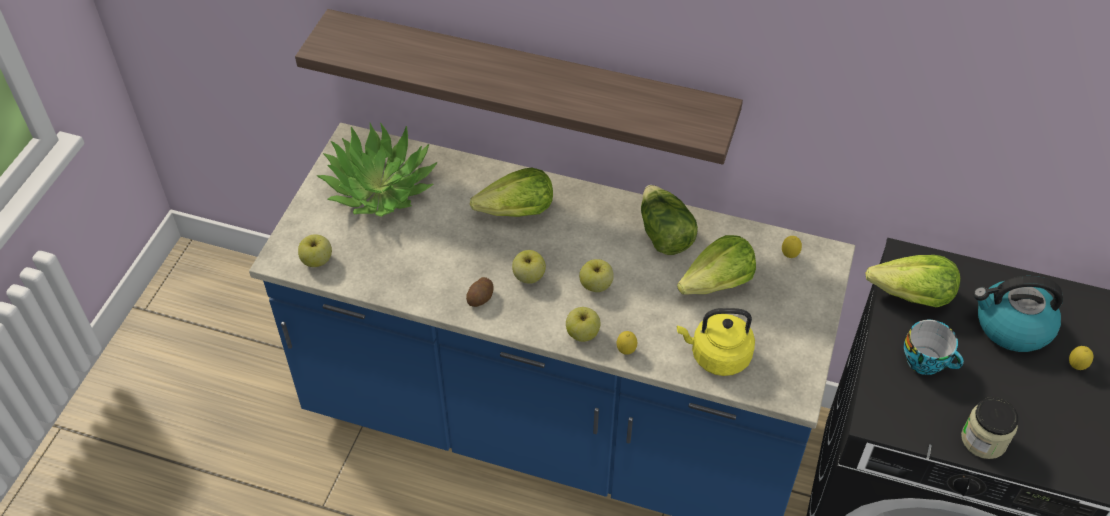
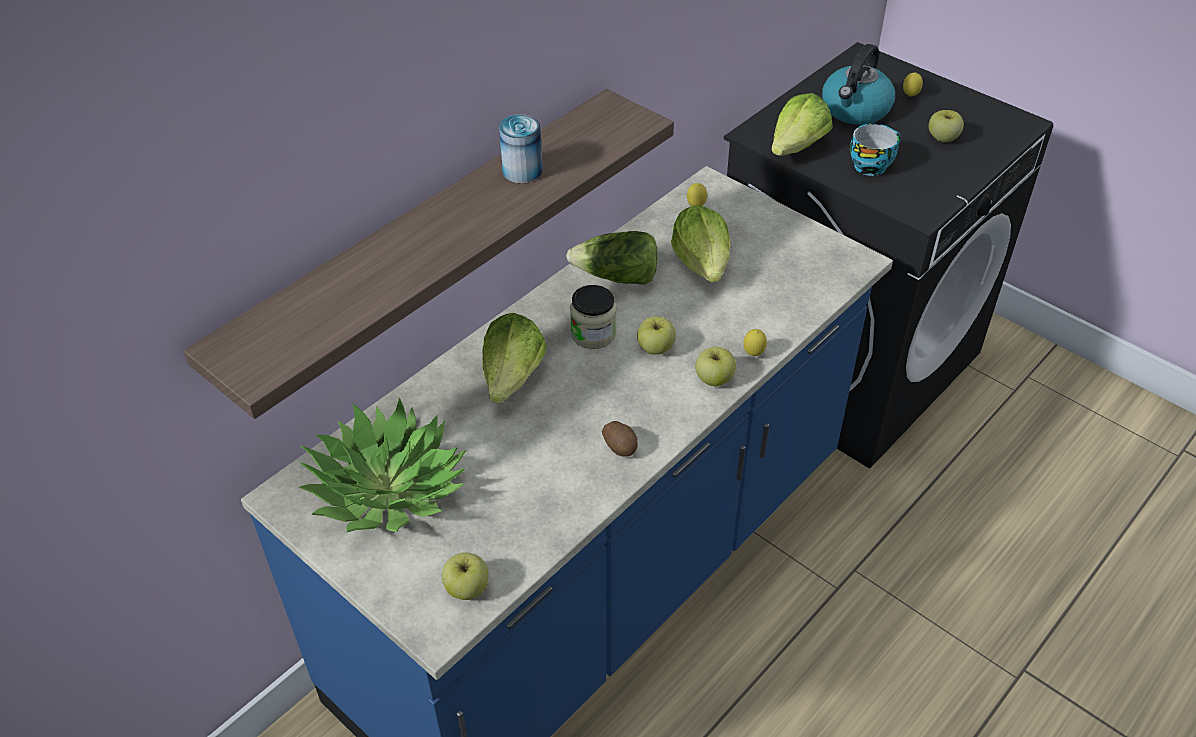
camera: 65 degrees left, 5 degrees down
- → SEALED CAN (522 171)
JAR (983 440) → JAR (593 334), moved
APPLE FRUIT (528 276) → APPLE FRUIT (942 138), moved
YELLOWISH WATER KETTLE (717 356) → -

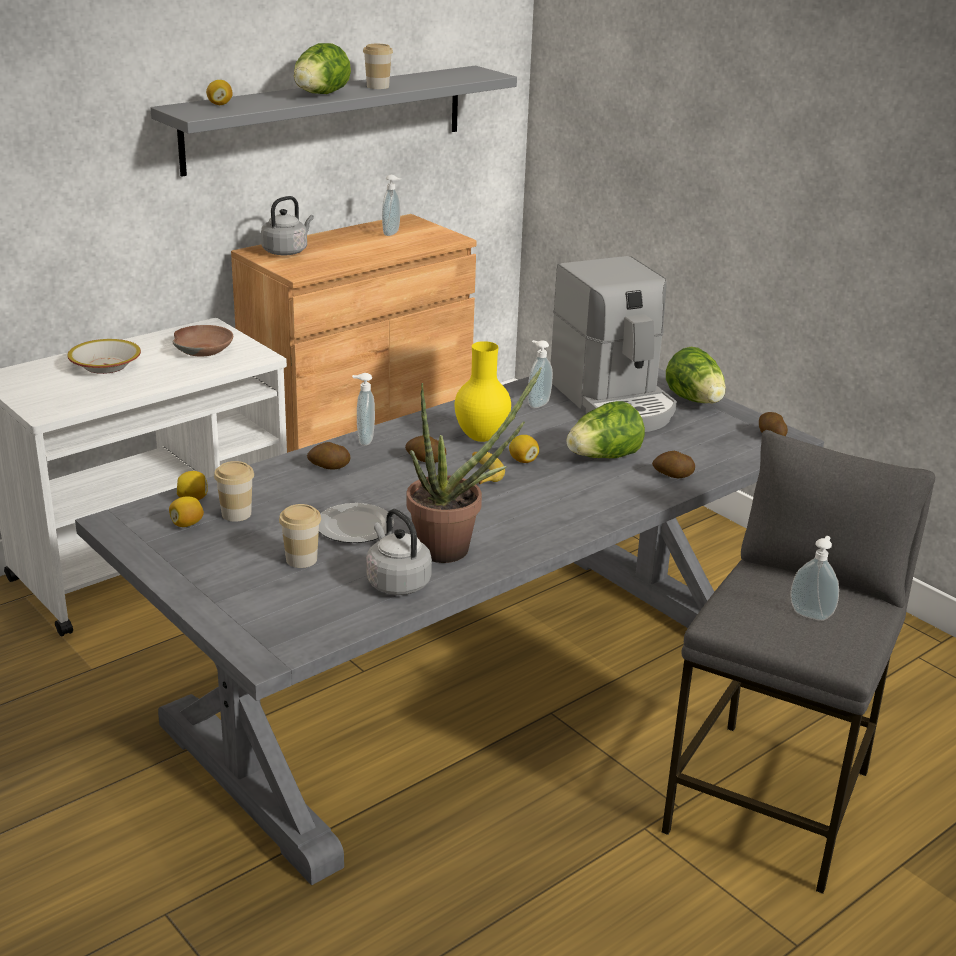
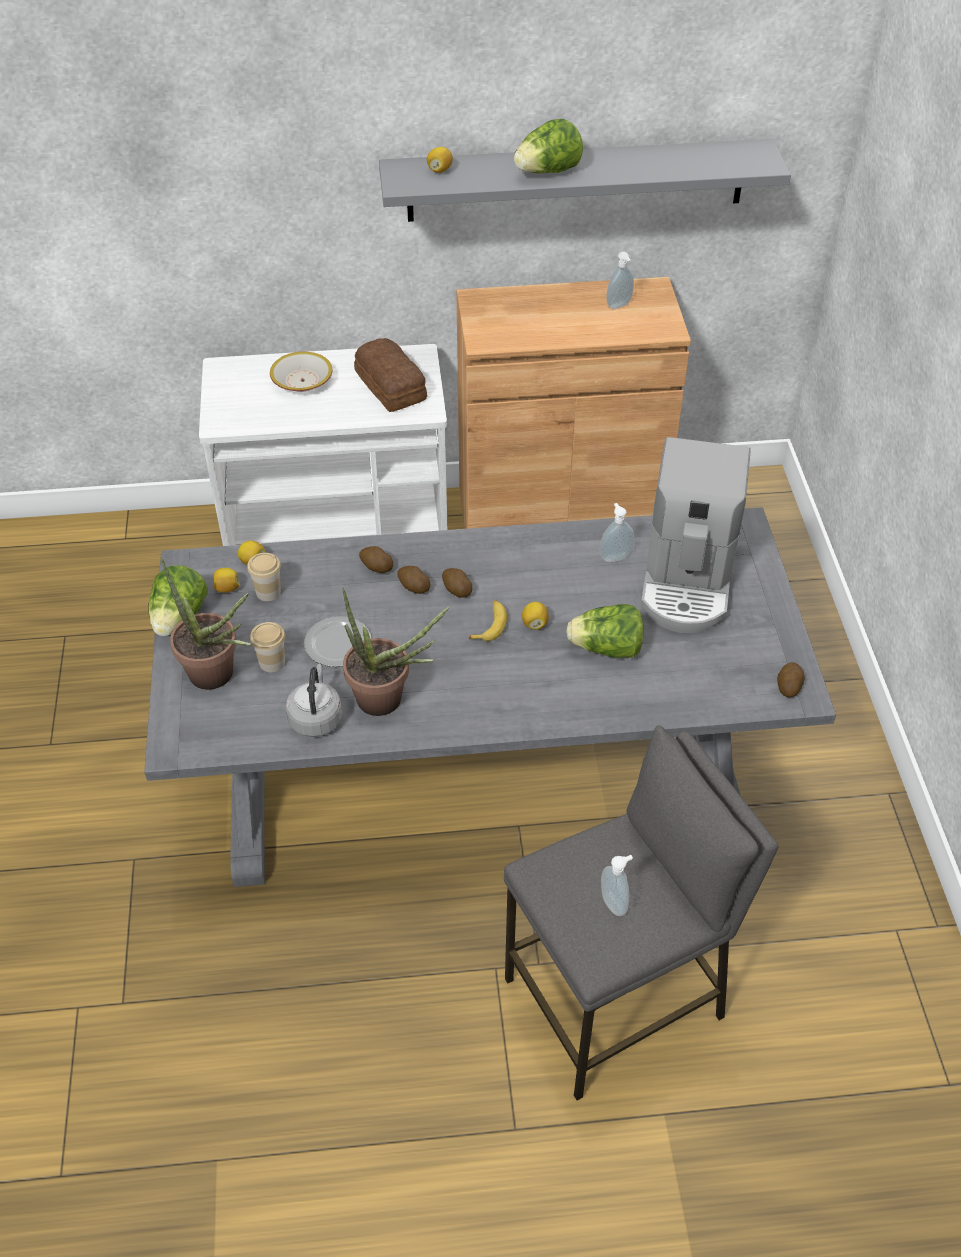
camera: 35 degrees right, 20 degrees up
LETTUCE HEAD (695 401) → LETTUCE HEAD (179 618), moved
- → HOUSEPLANT (218 678)
BROWN DEEP DISH (203 349) → BREAD (391 385)
SPUD (672 476) → SPUD (413 587), moved
GREYISH WATER KETTLE (287 251) → -
LIQUID SOAP BOTTLE (364 440) → -
CUP (378 86) → -
YELLOWISH VASE (481 437) → -

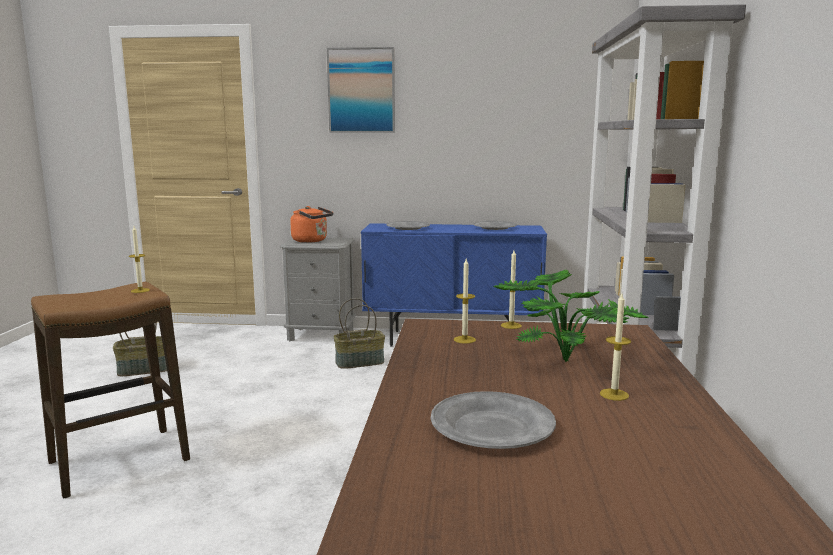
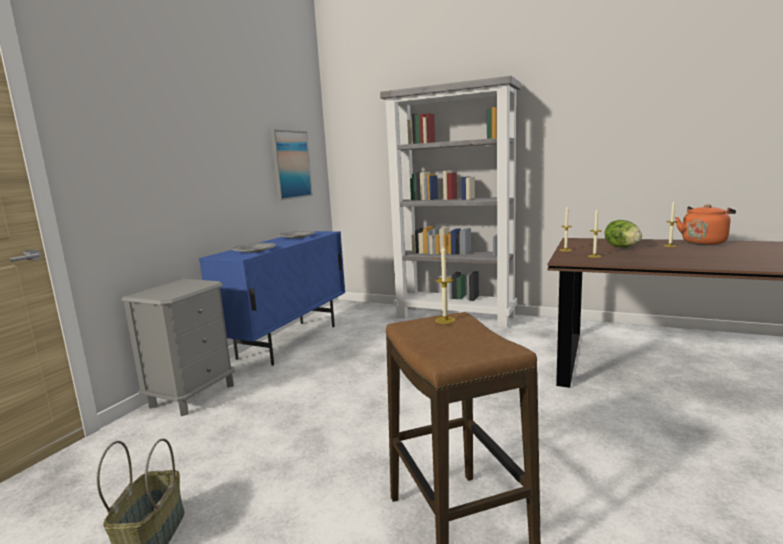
camera: 70 degrees left, 0 degrees up
WALL ART (361 91) → WALL ART (291 165), moved
HOUSEPLANT (564 358) → LETTUCE HEAD (622 247)
ORANGE-COLOURED WATER KETTLE (311 241) → ORANGE-COLOURED WATER KETTLE (704 242), moved
STORAGE BASKET (360 362) → -
GREYISH PLATE (491 427) → -

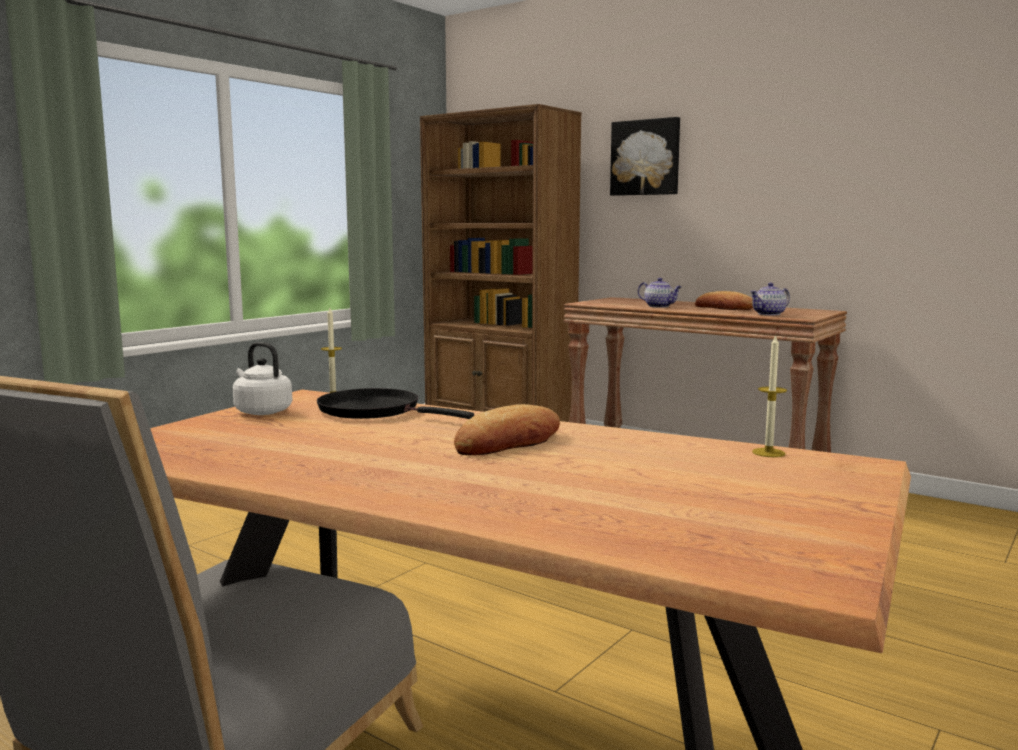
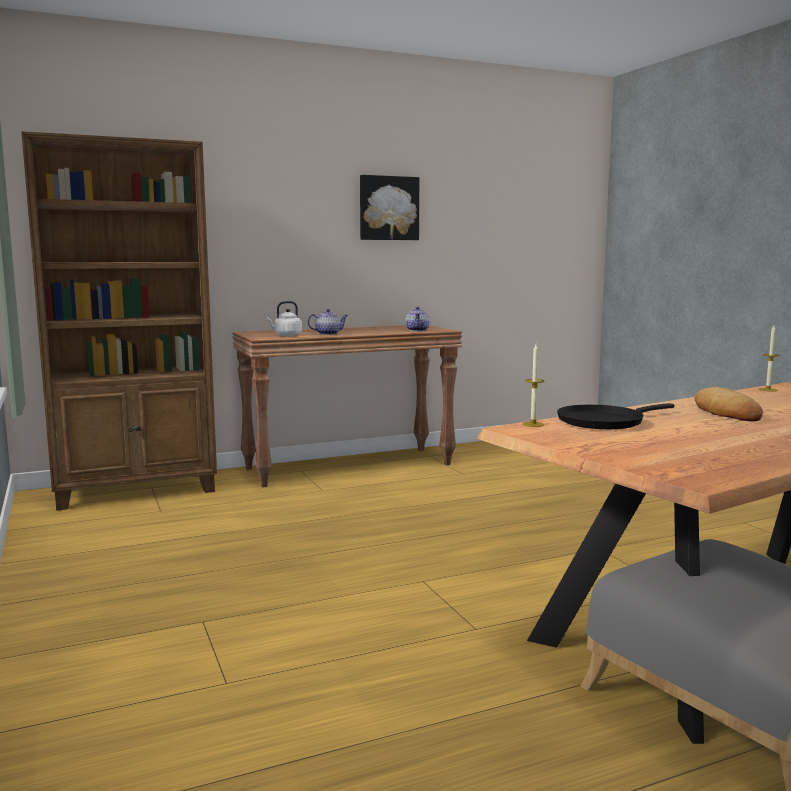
camera: 60 degrees left, 0 degrees up
WHITE-COLOURED WATER KETTLE (261 411) → WHITE-COLOURED WATER KETTLE (286 335), moved
WALL ART (646 157) → WALL ART (388 208), moved
BREAD (724 308) → -

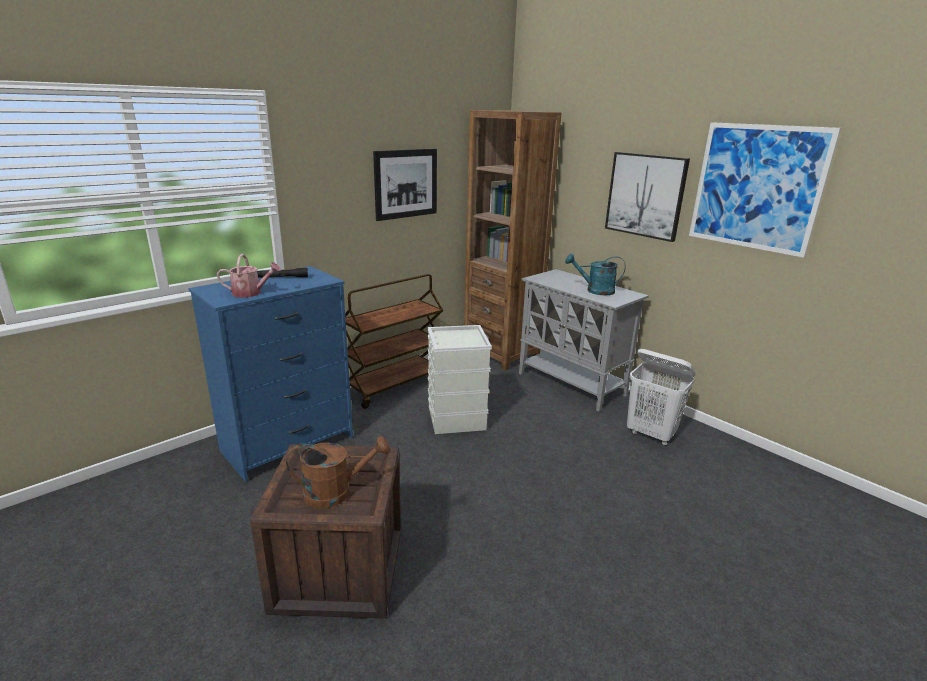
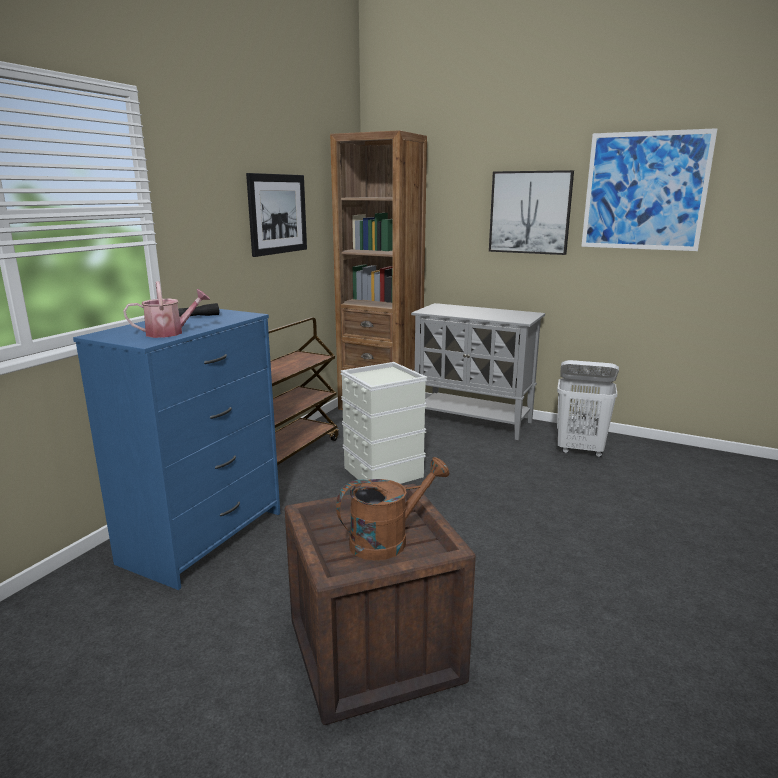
camera: 20 degrees left, 5 degrees down
TURQUOISE-COLOURED WATERING CAN (595 290) → -

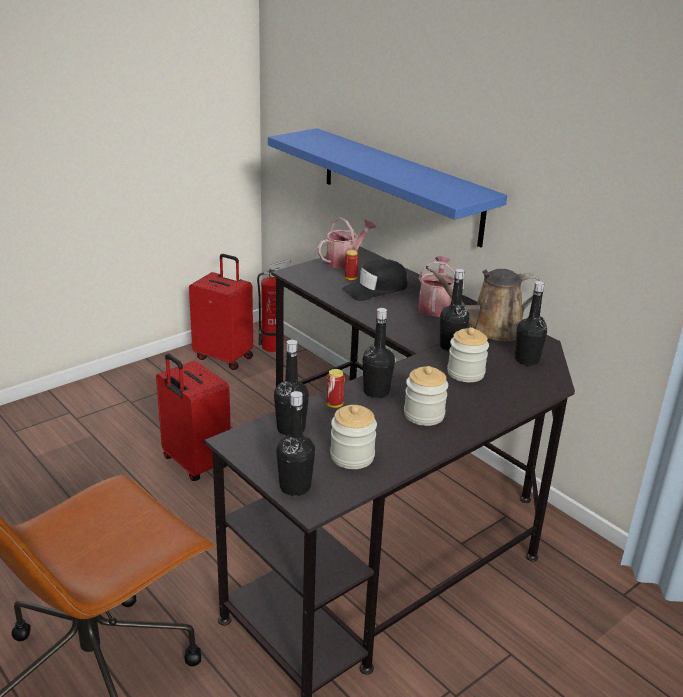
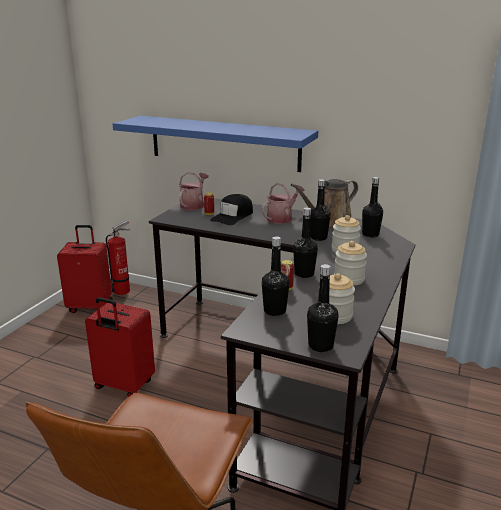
camera: 25 degrees left, 5 degrees down
WATERING CAN (435 306) → WATERING CAN (282 218), 60 degrees clockwise

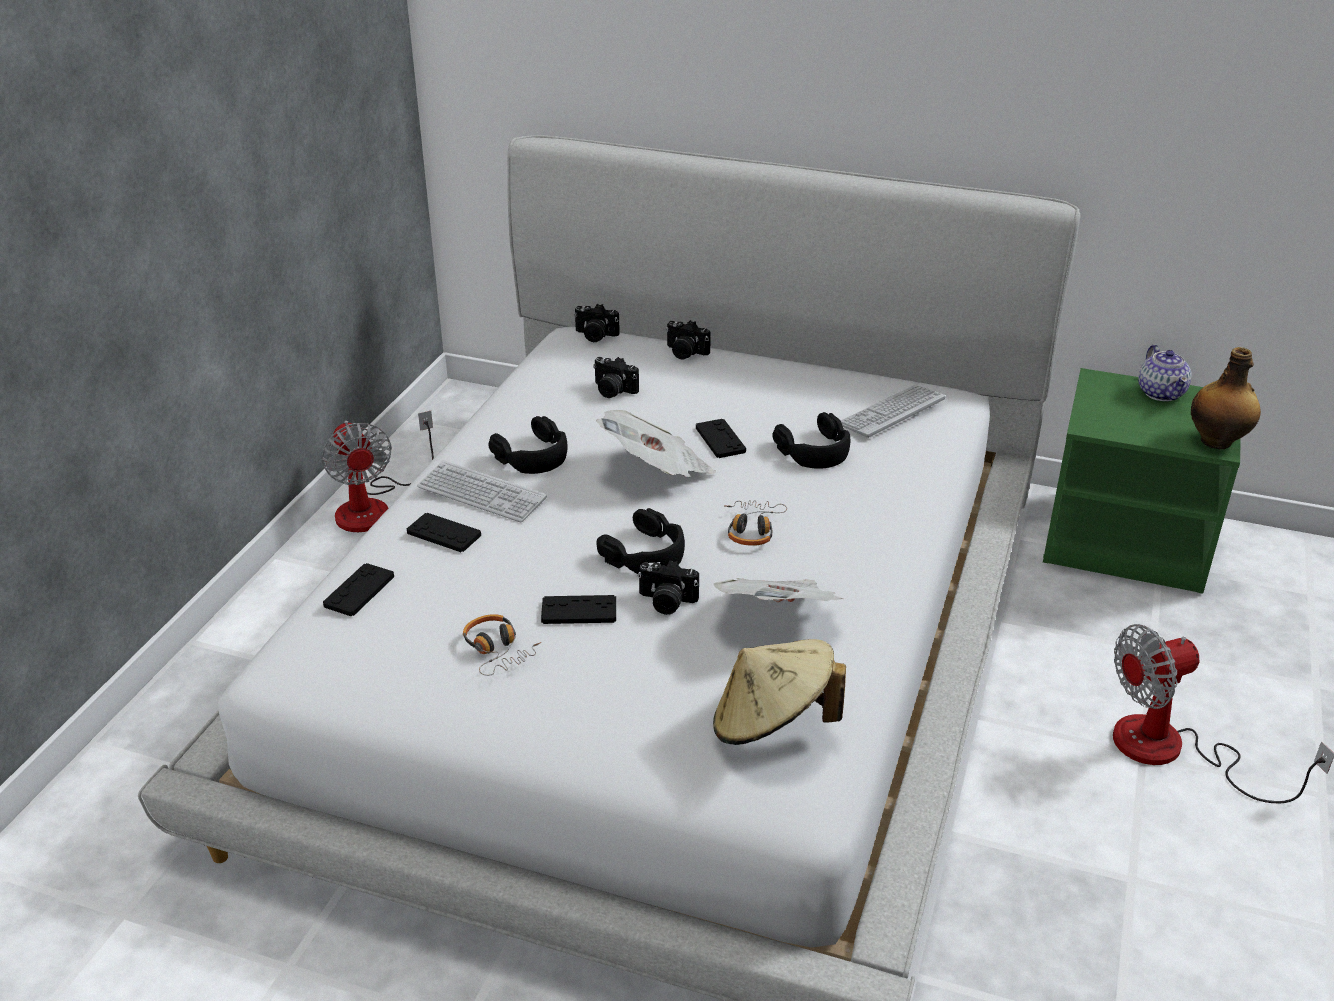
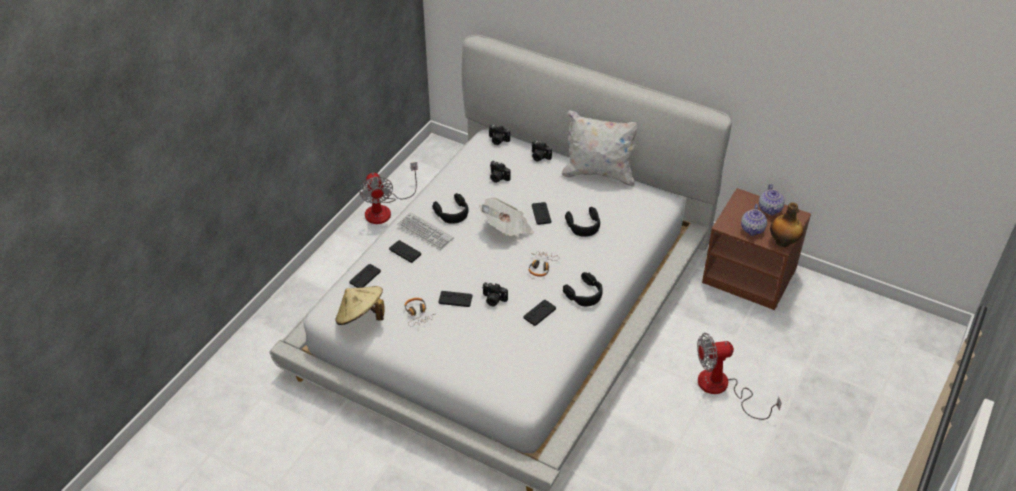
camera: 10 degrees right, 10 degrees up
SAND-COLOURED CLOTHING HAT (772 725) → SAND-COLOURED CLOTHING HAT (361 317), moved
NEWSPAPER (779 616) → BLACK-COLOURED GAME CONTROLLER (539 313)
- → WHITE-COLOURED THROW PILLOW (599 174)
BLACK-COLOURED HEADPHONES (646 554) → BLACK-COLOURED HEADPHONES (584 294), moved
GREEN-COLOURED BEDSIDE TABLE (1127 541) → BROWN BEDSIDE TABLE (750 275)
- → TEA POT (752 229)
PC KEYBOARD (891 412) → -

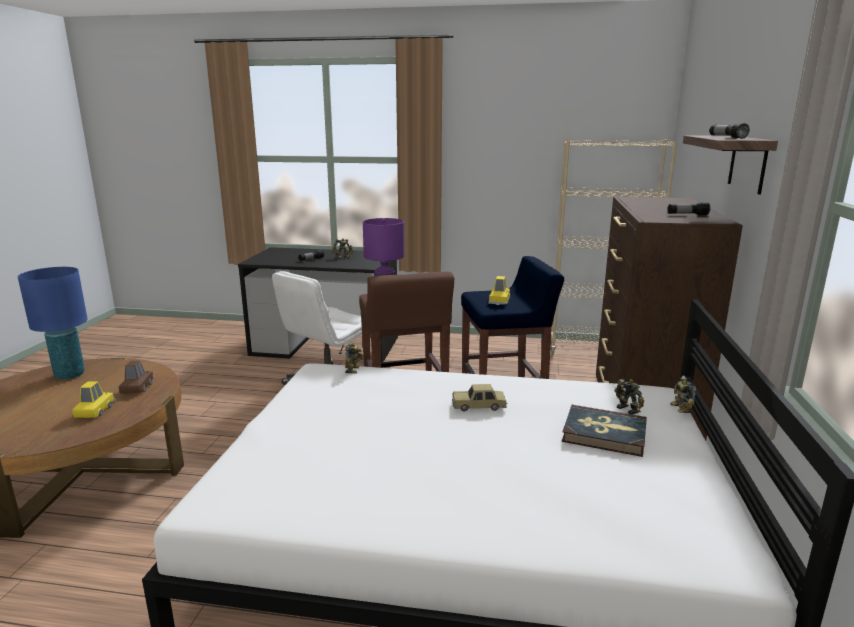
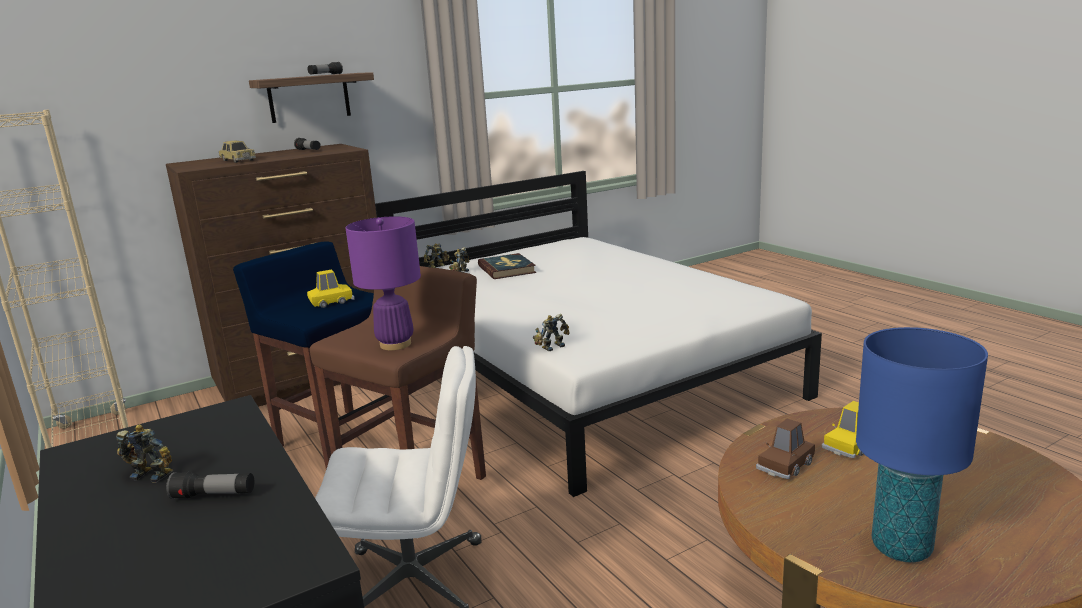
camera: 130 degrees left, 0 degrees up
TOY CAR (479 406) → TOY CAR (238 160), moved

